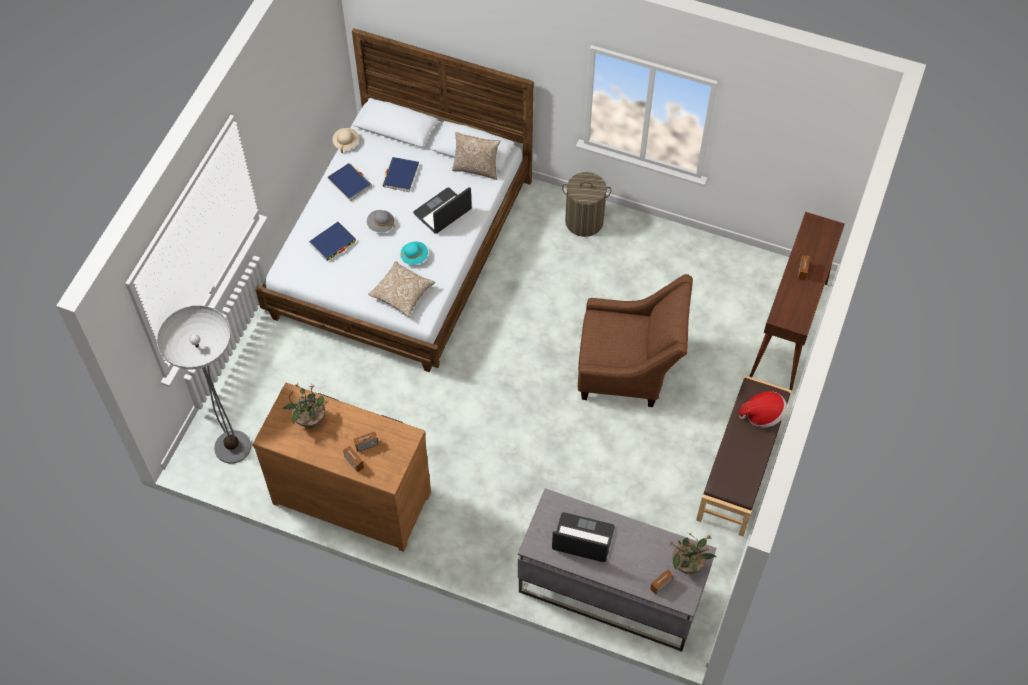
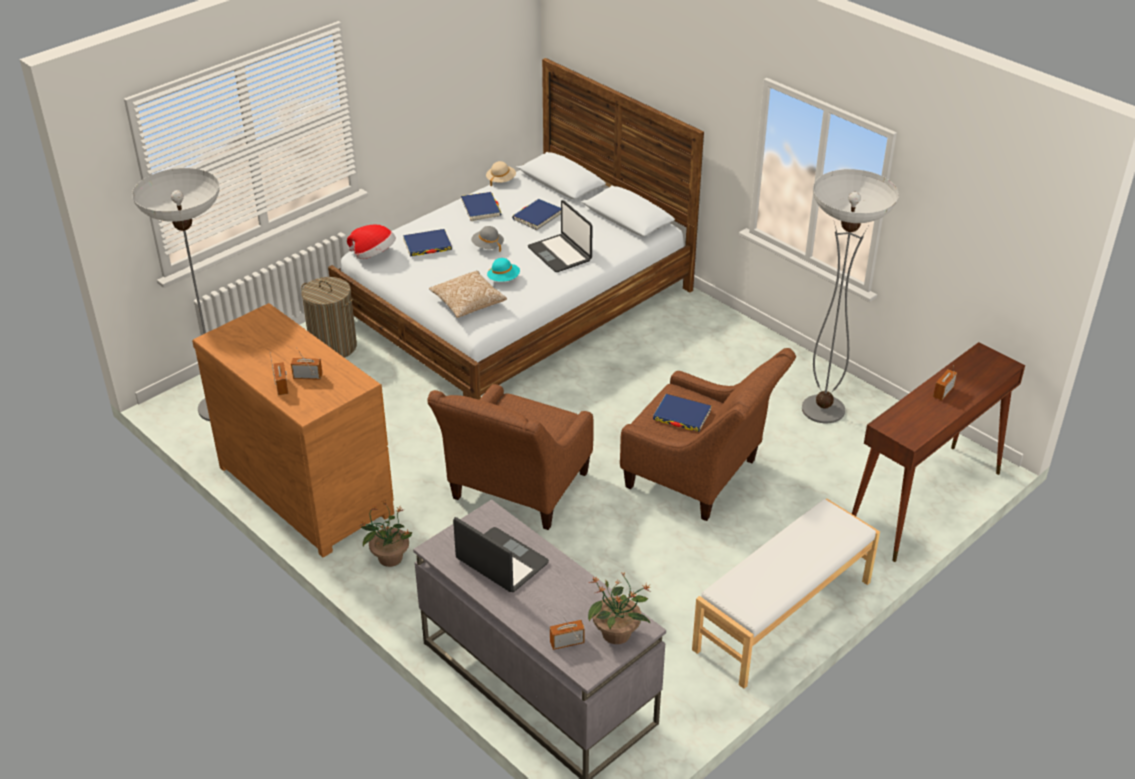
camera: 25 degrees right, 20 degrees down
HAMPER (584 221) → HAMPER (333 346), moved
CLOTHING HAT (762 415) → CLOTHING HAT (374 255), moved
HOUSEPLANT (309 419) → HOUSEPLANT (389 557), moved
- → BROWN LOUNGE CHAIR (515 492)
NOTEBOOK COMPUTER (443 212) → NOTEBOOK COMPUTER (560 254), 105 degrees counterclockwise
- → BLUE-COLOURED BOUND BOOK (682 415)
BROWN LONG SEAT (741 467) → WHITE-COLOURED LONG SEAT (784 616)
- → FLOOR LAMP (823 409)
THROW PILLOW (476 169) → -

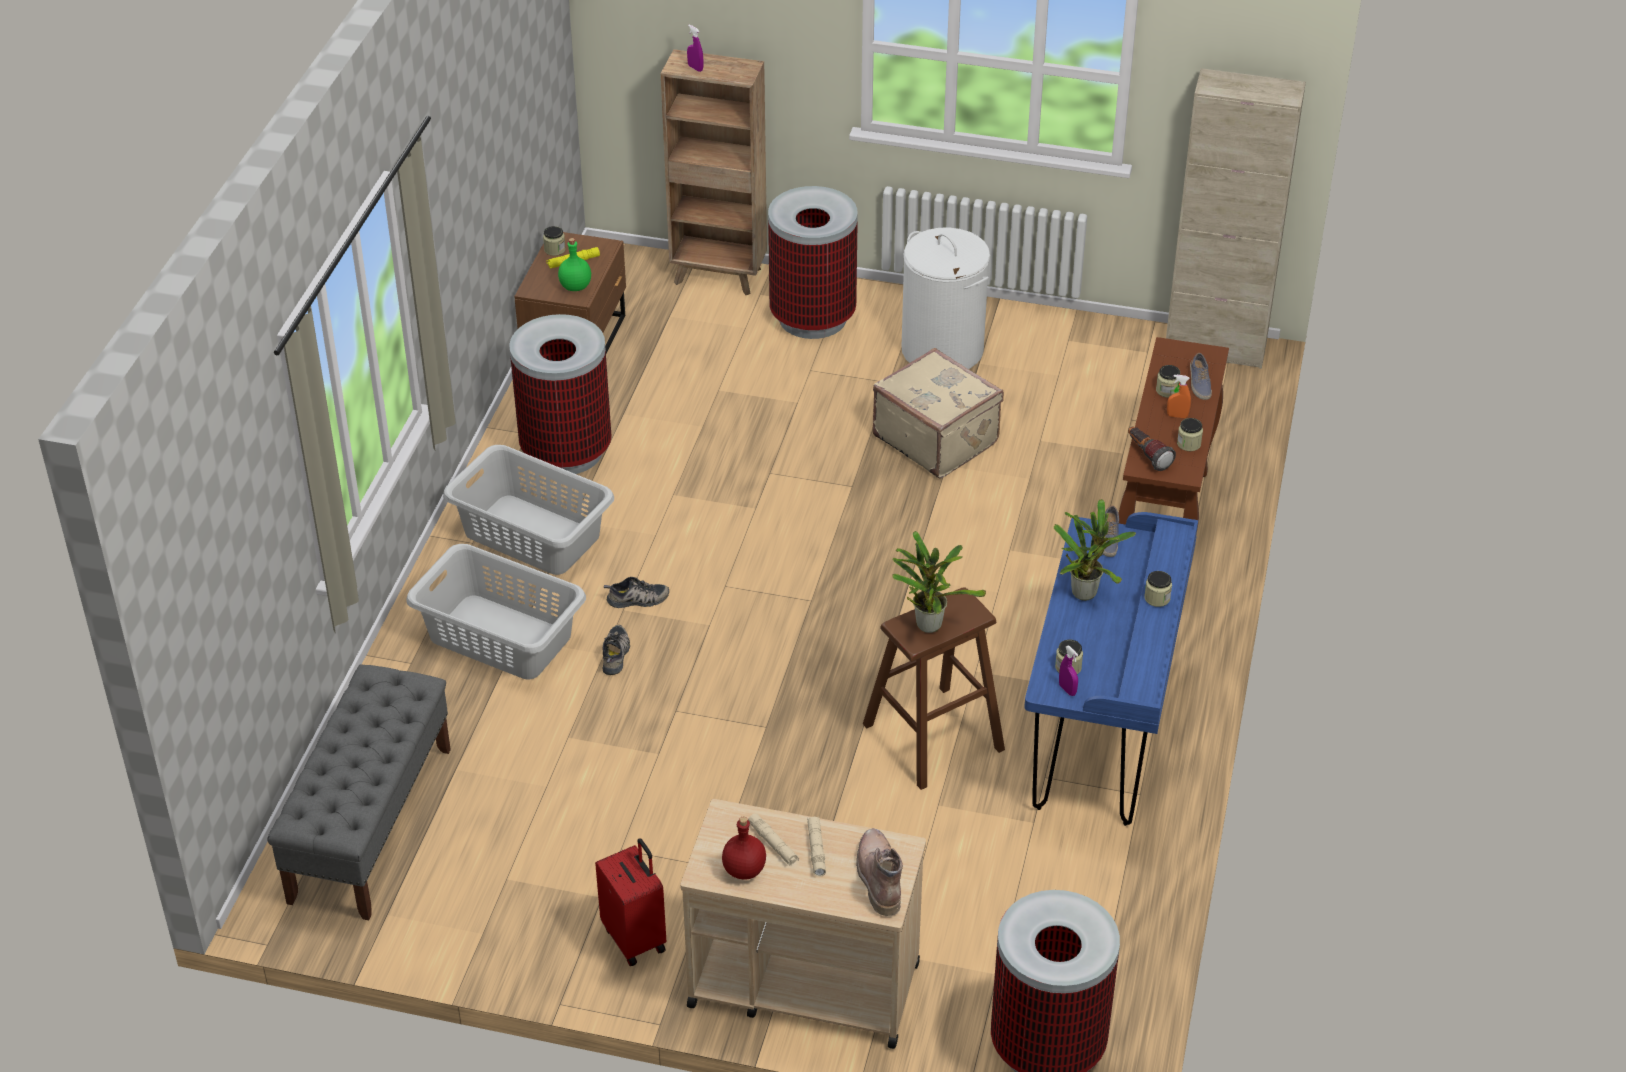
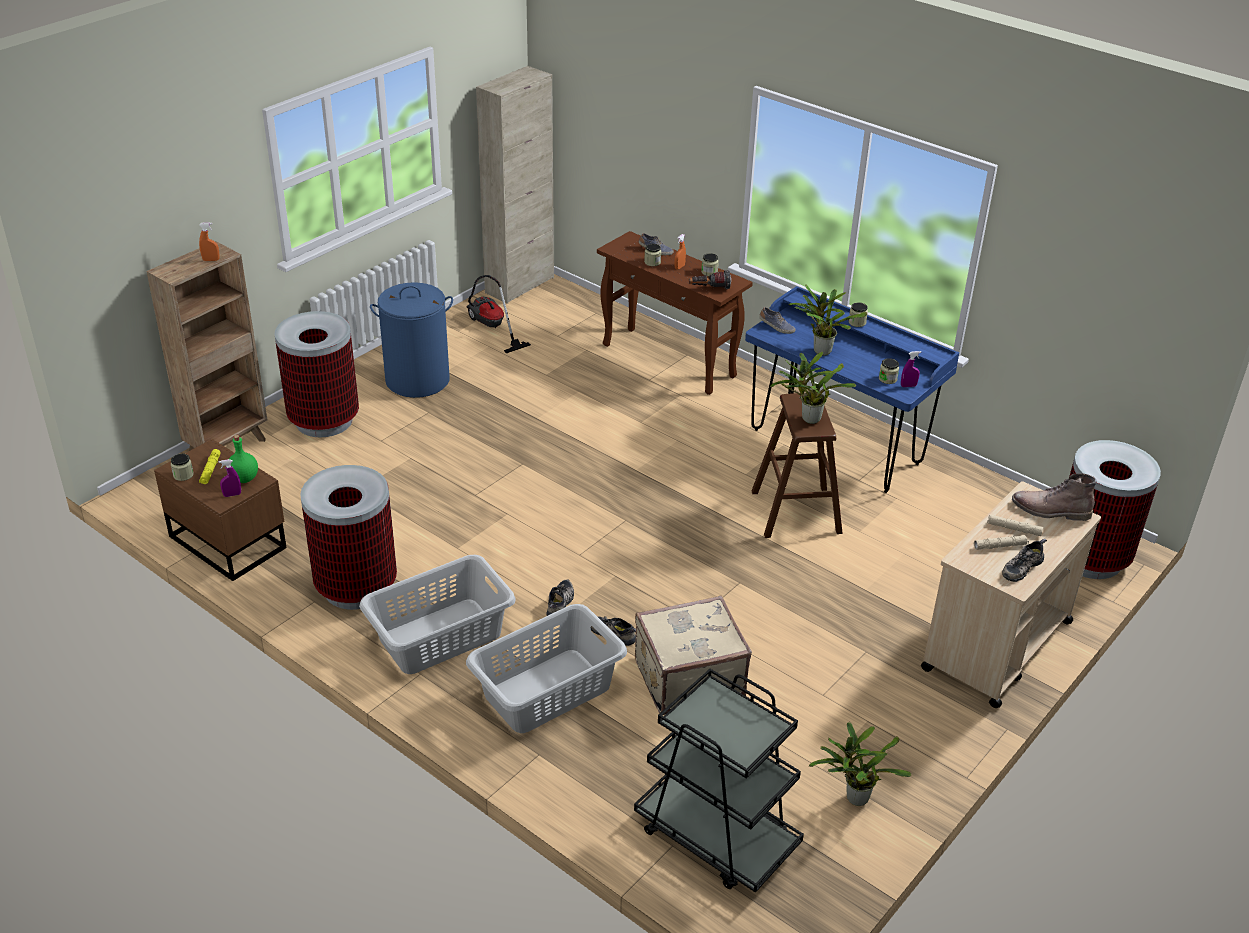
camera: 65 degrees left, 5 degrees down
- → ORANGE-COLOURED HAND SPRAYER (211 260)
PURPLE-COLOURED HAND SPRAYER (695 68) → PURPLE-COLOURED HAND SPRAYER (232 495), moved
WHITE-COLOURED HAMPER (943 350) → BLUE-COLOURED HAMPER (417 380)
- → HOOVER (491 328)
GREYISH LONG SEAT (371 823) → BLACK-COLOURED WHEELED CART (715 836)
SAND-COLOURED PIECE OF LUGGAGE (936 438) → SAND-COLOURED PIECE OF LUGGAGE (687 677), moved
- → HOUSEPLANT (853 797)
RED-COLOURED BOTTLE (745 870) → SHOE (1021 566)
RED-COLOURED PIECE OF LUGGAGE (636 938) → -

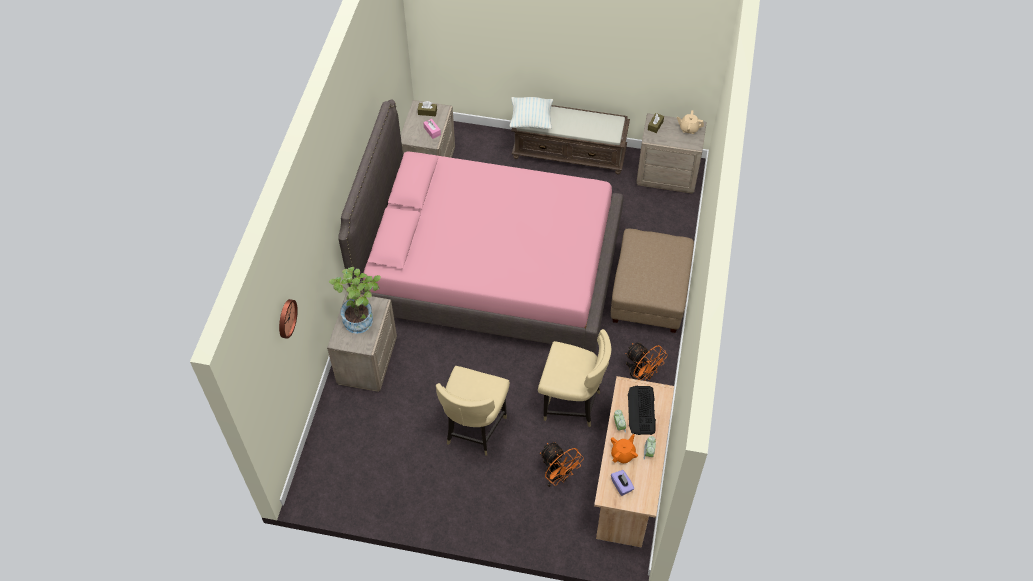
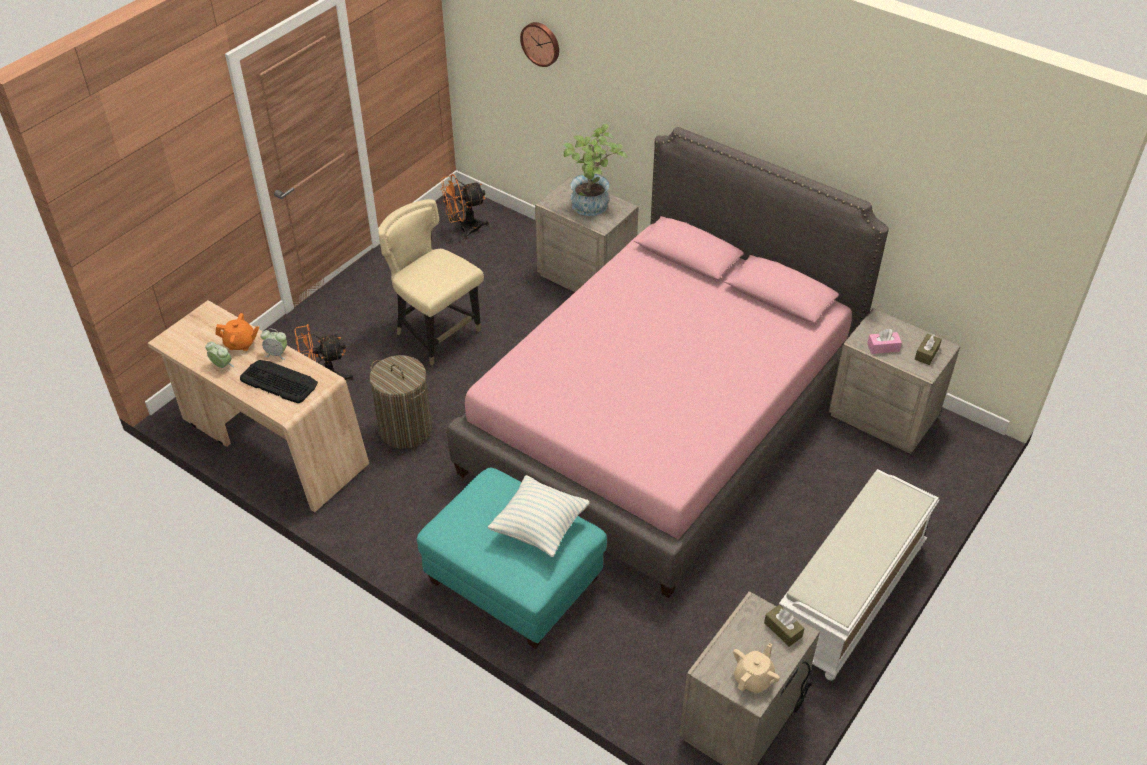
camera: 115 degrees right, 10 degrees down
ORANGE-COLOURED TEA POT (623 454) → ORANGE-COLOURED TEA POT (240 343), 60 degrees counterclockwise
SAND-COLOURED UPRIGHT CHAIR (572 403) → HAMPER (405 429)
SAND-COLOURED POUFFE (648 295) → TURQUOISE-COLOURED POUFFE (515 581)
ORANGE-COLOURED ELECTRIC FAN (641 376) → ORANGE-COLOURED ELECTRIC FAN (464 229), moved
THROW PILLOW (531 121) → THROW PILLOW (539 528), moved
BROWN LONG SEAT (570 153) → WHITE-COLOURED LONG SEAT (850 597)
PURPLE-COLOURED TISSUE HOLDER (621 486) → -

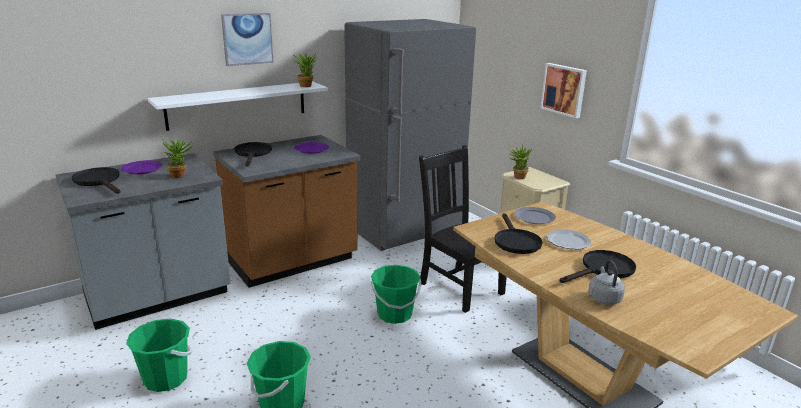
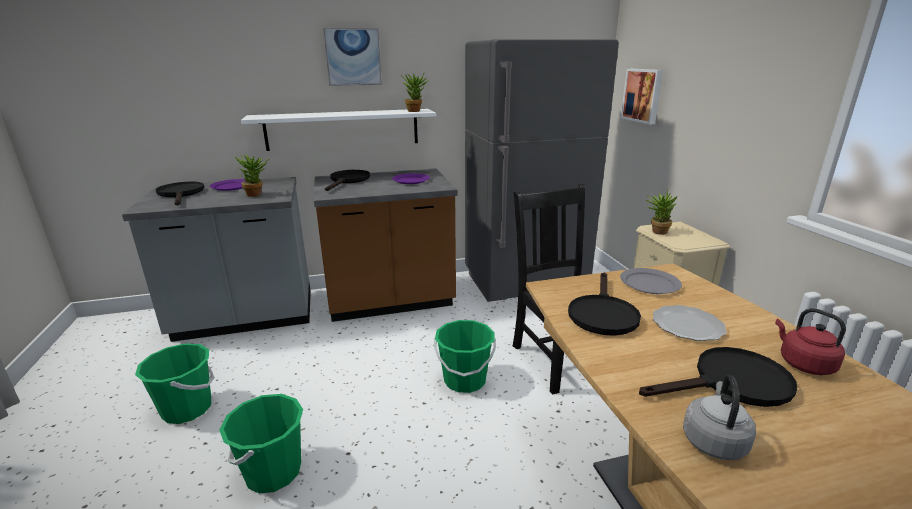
camera: 20 degrees right, 0 degrees up
WALL ART (564 89) → WALL ART (643 95), moved
- → RED-COLOURED WATER KETTLE (803 363)

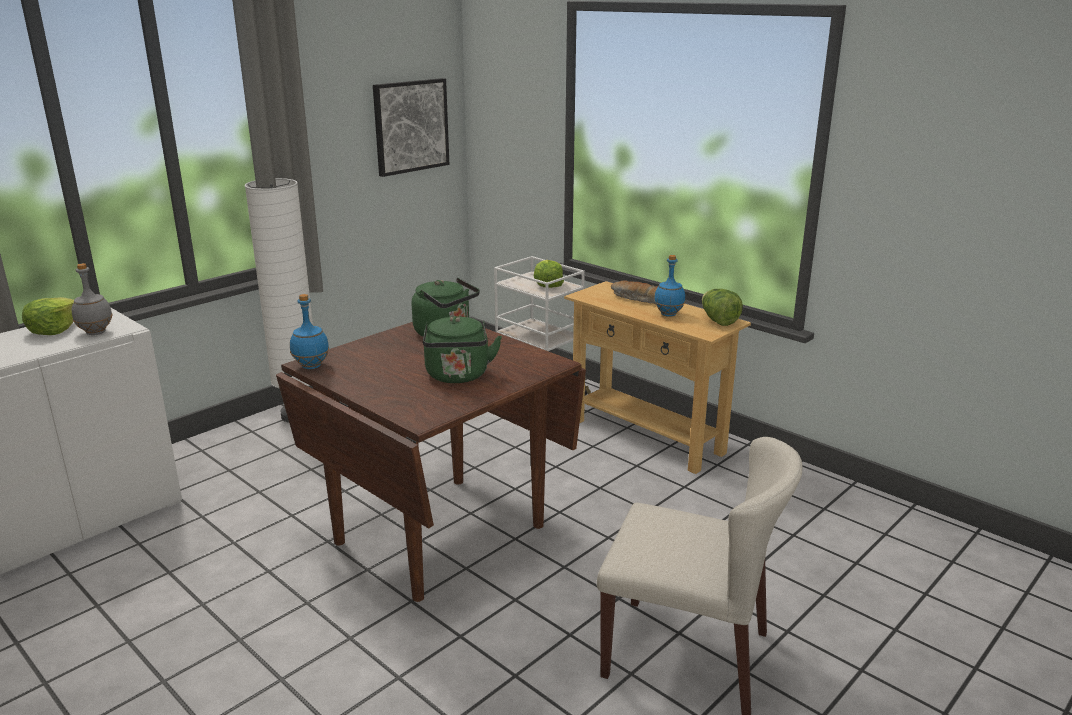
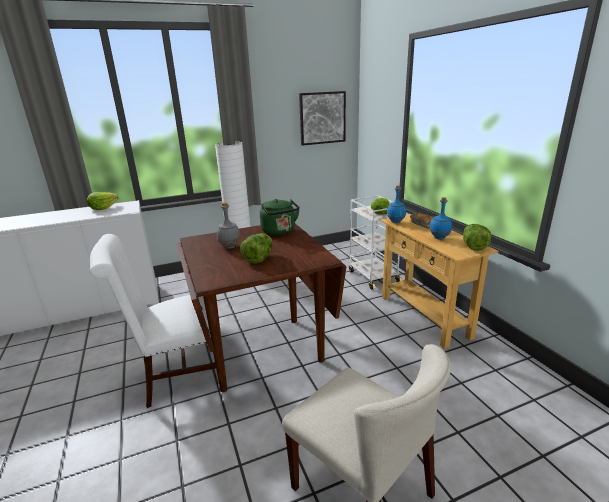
camera: 25 degrees right, 0 degrees up
- → WHITE-COLOURED UPRIGHT CHAIR (177 376)
GREYISH BOTTLE (95 333) → GREYISH BOTTLE (229 247), moved
GREEN-COLOURED WATER KETTLE (458 376) → LETTUCE HEAD (259 258)
BLUE-COLOURED BOTTLE (312 366) → BLUE-COLOURED BOTTLE (396 222), moved

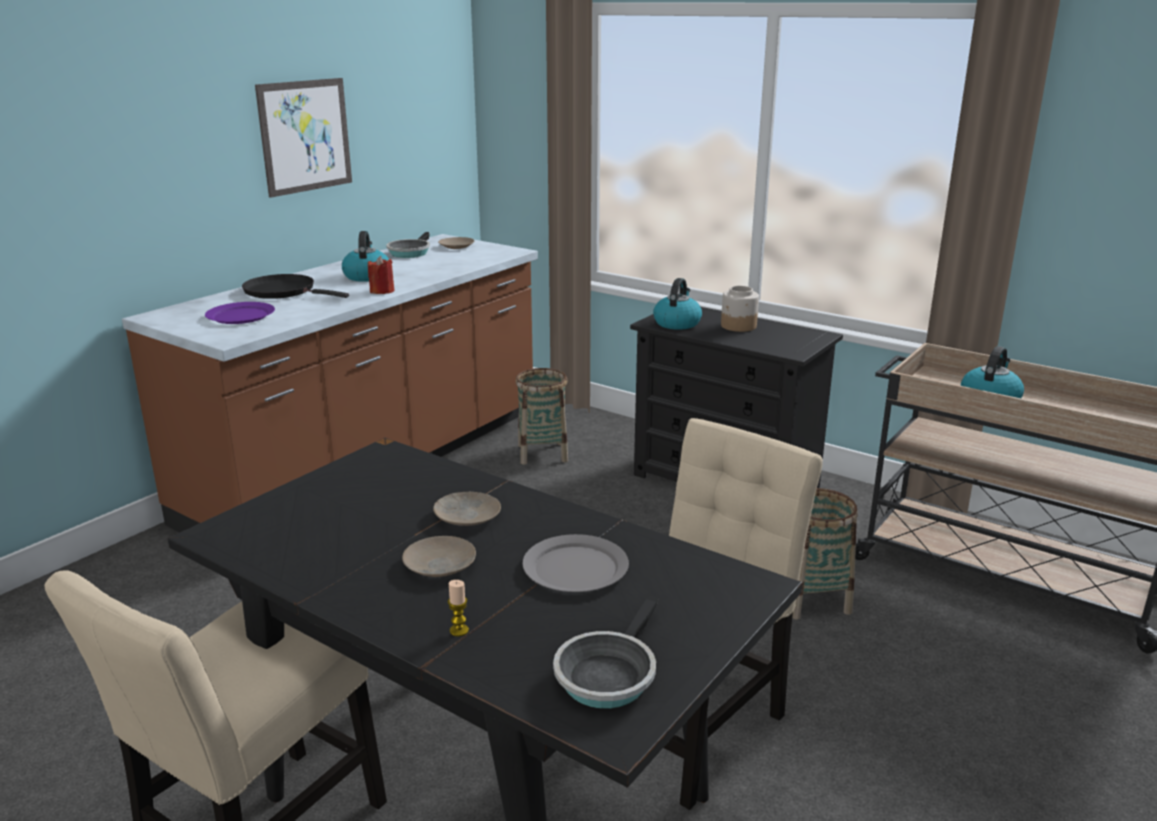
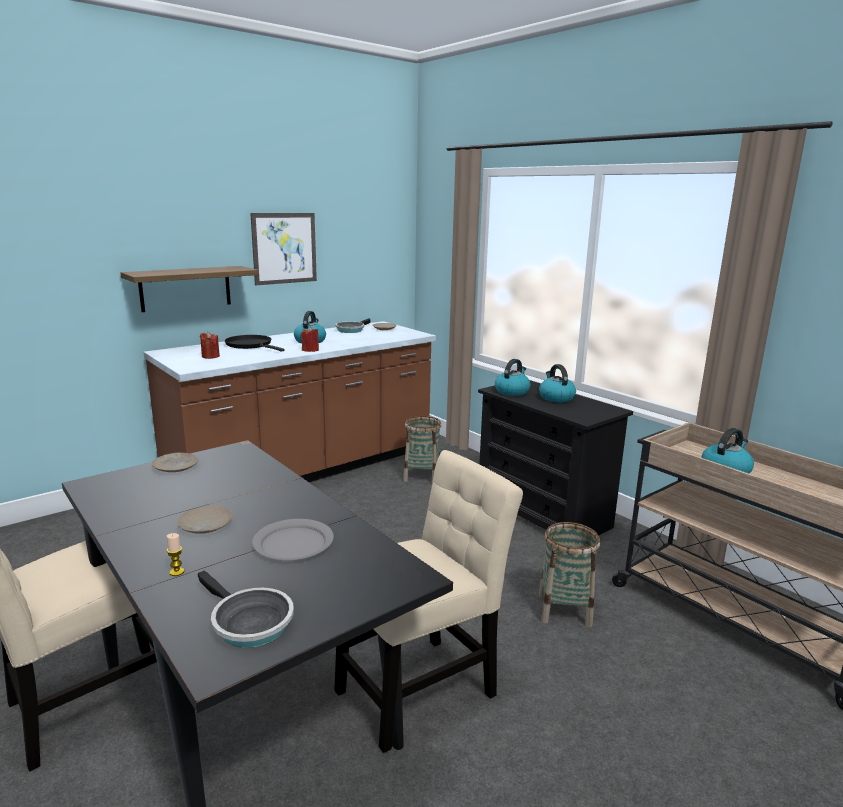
camera: 15 degrees right, 5 degrees down
- → WALL SHELF (185 288)
SAND-COLOURED PLATE (467 516) → SAND-COLOURED PLATE (176 467), moved
FRYING PAN (607 674) → FRYING PAN (248 623), 90 degrees counterclockwise
PURPLE-COLOURED PLATE (240 316) → RED-COLOURED CANDLE (210 356)
JAR (738 326) → WATER KETTLE (556 398)

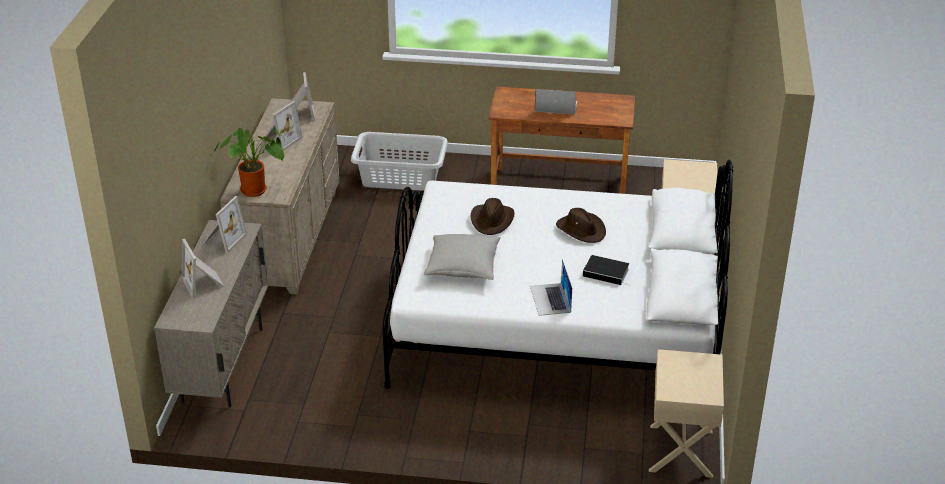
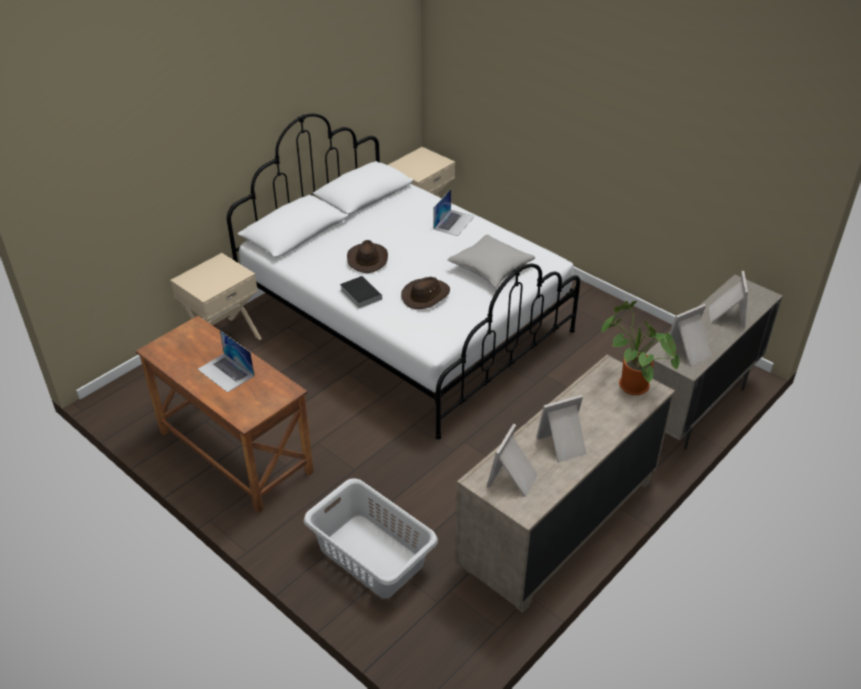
camera: 145 degrees left, 5 degrees up
BOUND BOOK (607 273) → BOUND BOOK (359 294), moved

